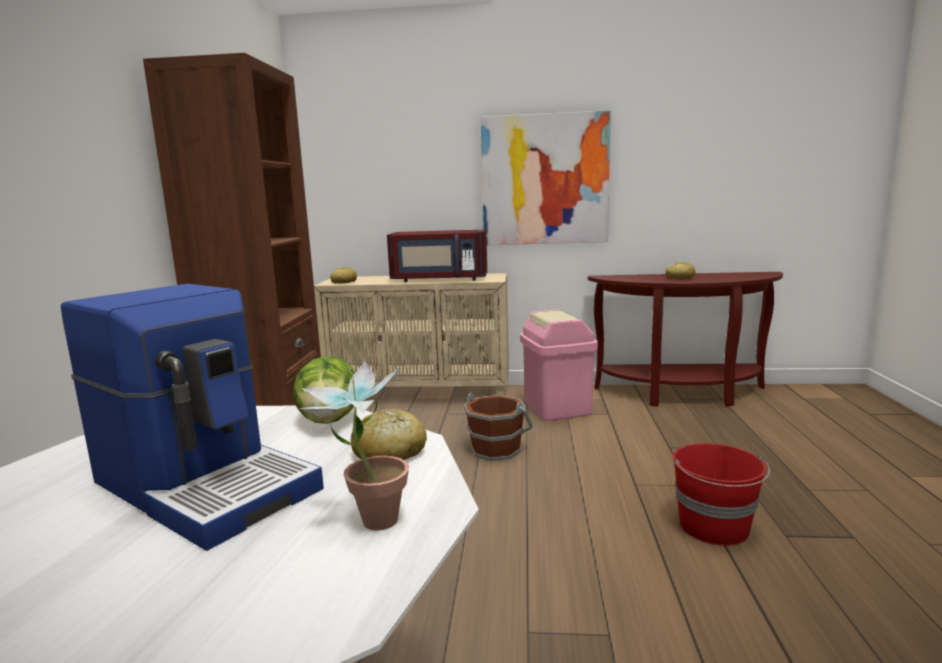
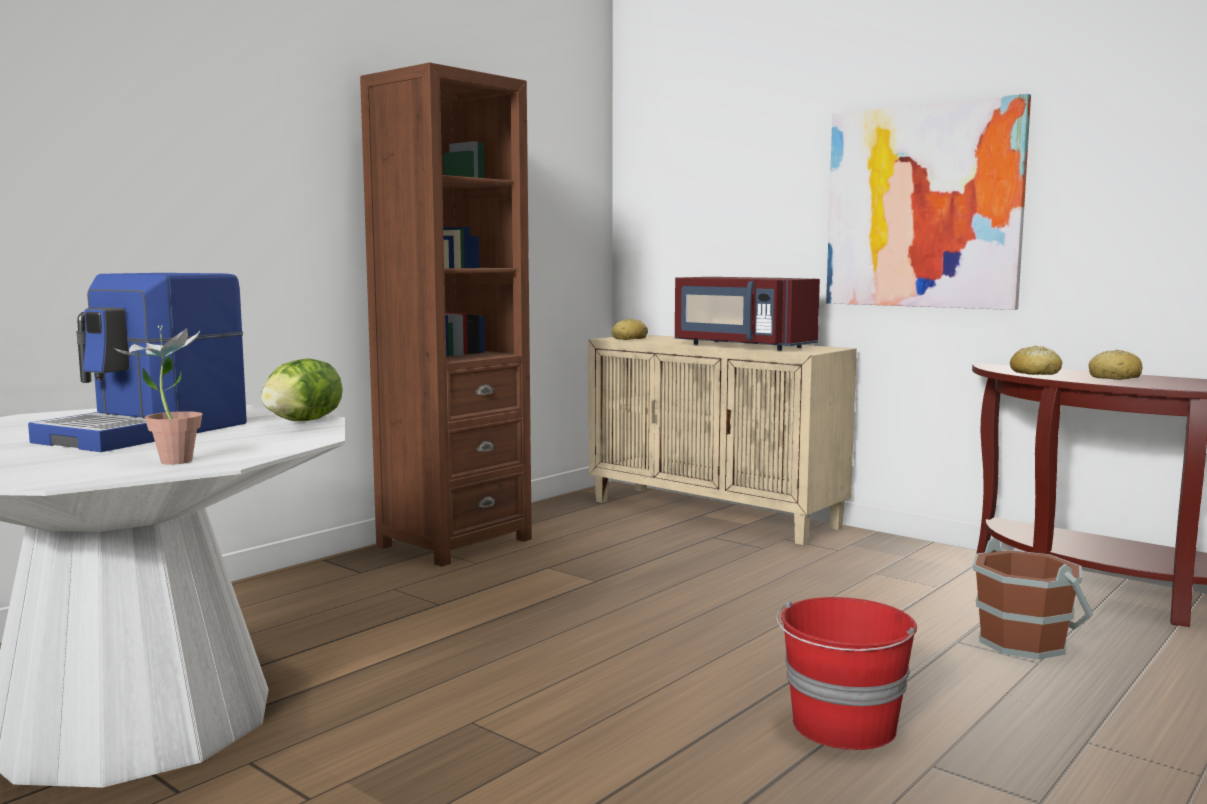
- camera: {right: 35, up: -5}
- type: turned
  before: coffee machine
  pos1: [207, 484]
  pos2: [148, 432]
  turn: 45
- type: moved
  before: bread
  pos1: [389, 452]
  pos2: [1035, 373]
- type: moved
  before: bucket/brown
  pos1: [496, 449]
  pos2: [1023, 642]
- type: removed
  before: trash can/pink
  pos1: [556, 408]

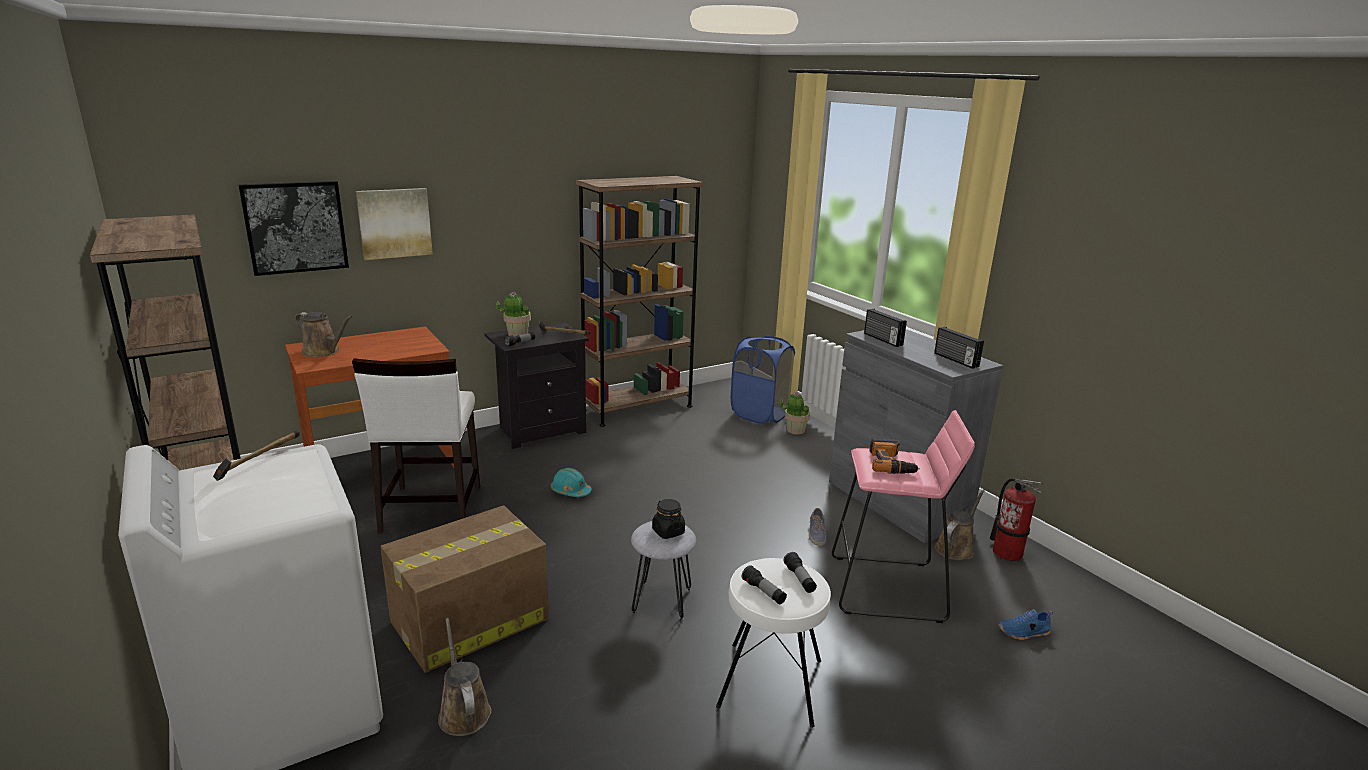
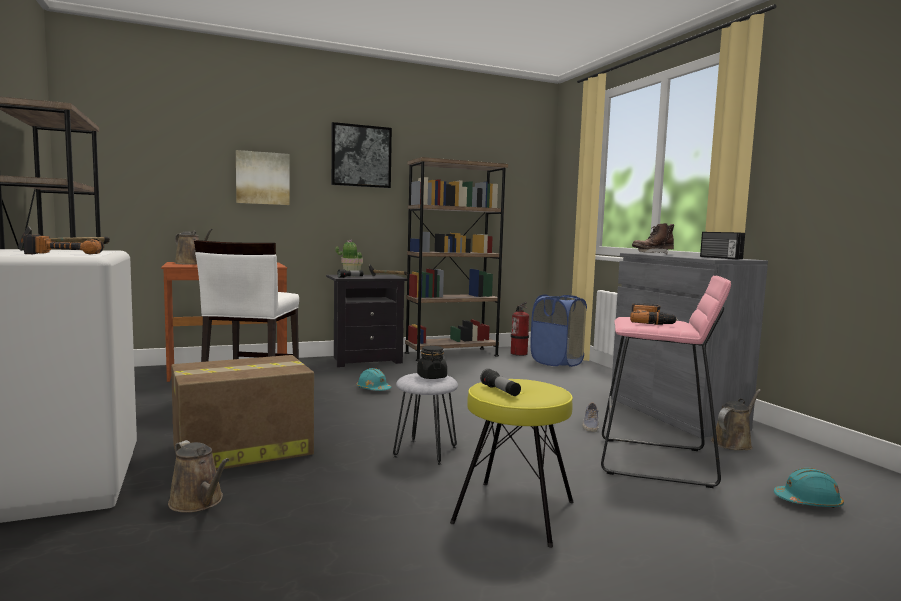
- camera: {right: 10, up: -15}
- type: moved
  before: picture
  pos1: [295, 227]
  pos2: [361, 156]
- type: turned
  before: watering can/brown
  pos1: [463, 711]
  pos2: [198, 502]
  turn: 150
- type: recoloured
  before: stool/white
  after: stool/yellow
  pos1: [771, 683]
  pos2: [515, 512]
- type: removed
  before: potted plant
  pos1: [795, 430]
- type: removed
  before: flashlight
  pos1: [799, 579]
- type: replaced
  before: radio
  after: boot/brown
  pos1: [882, 339]
  pos2: [652, 254]
- type: moved
  before: fire extinguisher
  pos1: [1007, 553]
  pos2: [519, 353]
- type: replaced
  before: shoe/blue
  after: hard hat/turquoise
  pos1: [1024, 633]
  pos2: [808, 502]
- type: added
  after: power drill
  pos2: [67, 253]

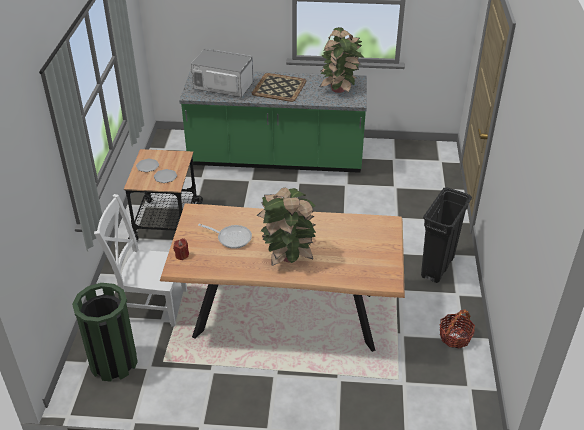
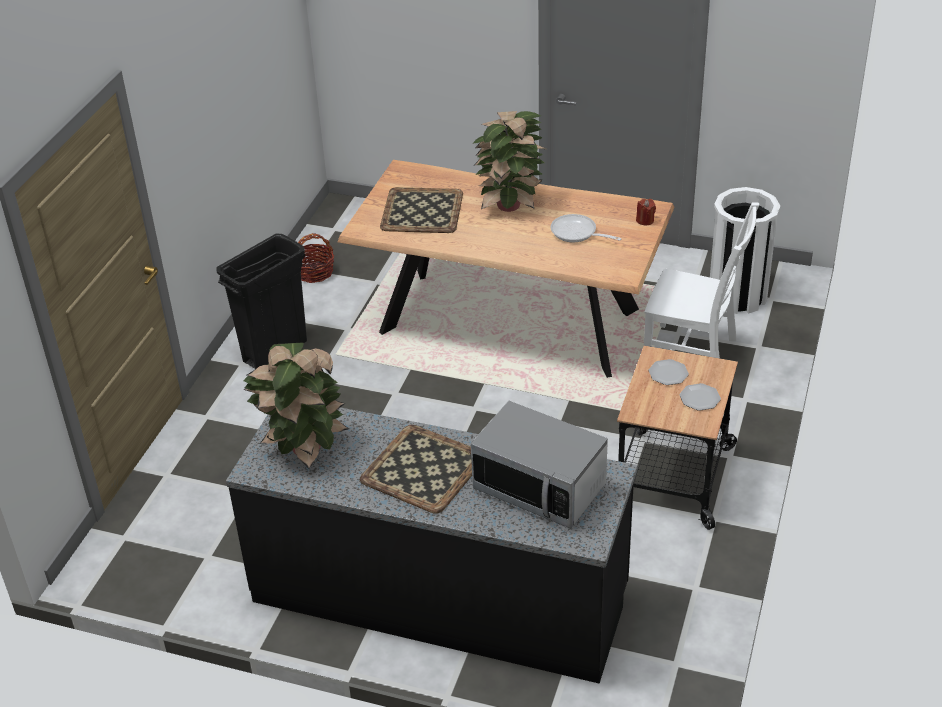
- camera: {right: -165, up: 0}
- type: recoloured
  before: trash can/green
  after: trash can/white
  pos1: [113, 362]
  pos2: [737, 296]
- type: recoloured
  before: counter/green
  after: counter/black
  pos1: [276, 158]
  pos2: [440, 595]
- type: added
  after: tray
  pos2: [421, 211]

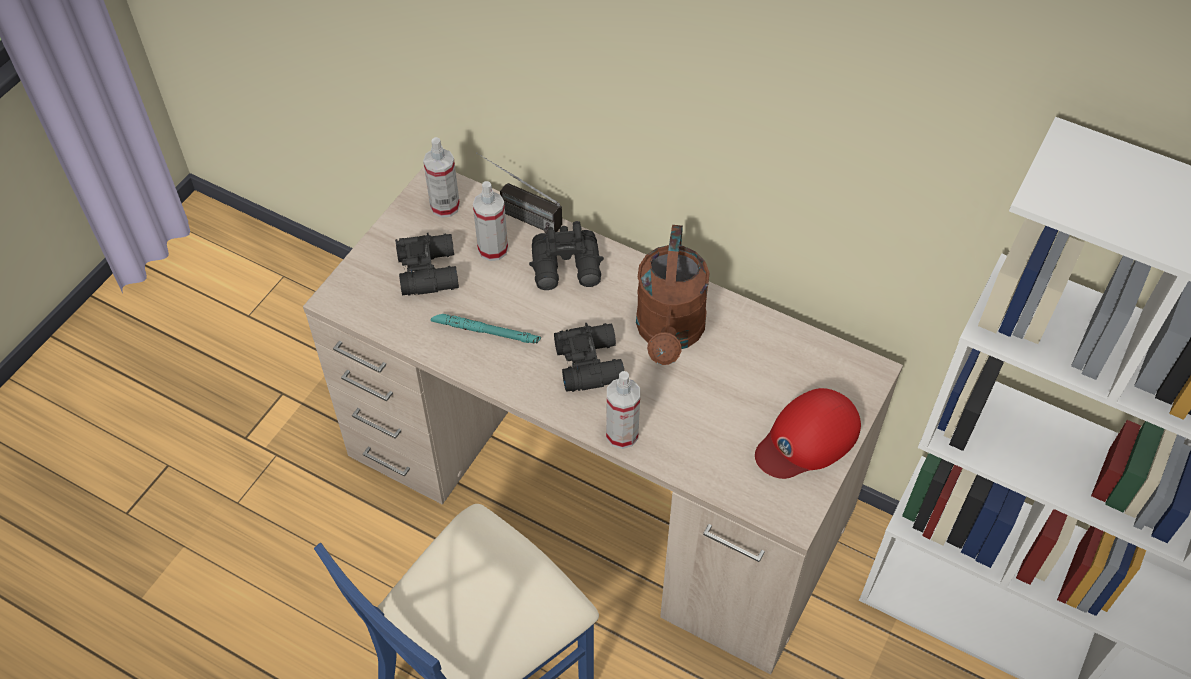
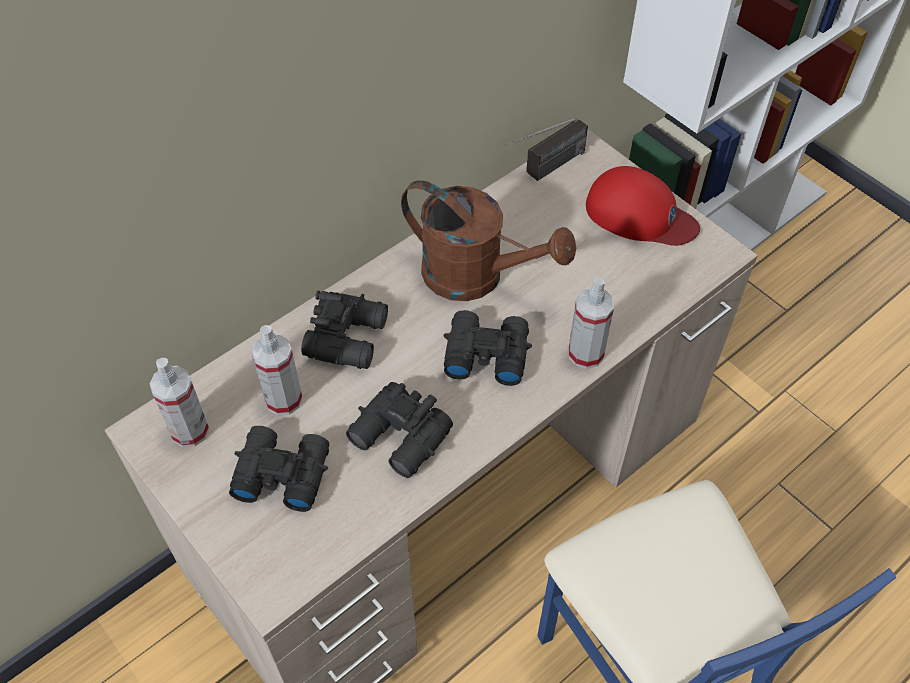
- camera: {right: -70, up: 0}
- type: replaced
  before: flashlight/turquoise
  after: binoculars/black
  pos1: [486, 332]
  pos2: [400, 439]
- type: moved
  before: radio
  pos1: [516, 213]
  pos2: [544, 171]
- type: turned
  before: cap/red
  pos1: [807, 438]
  pos2: [640, 214]
  turn: -45

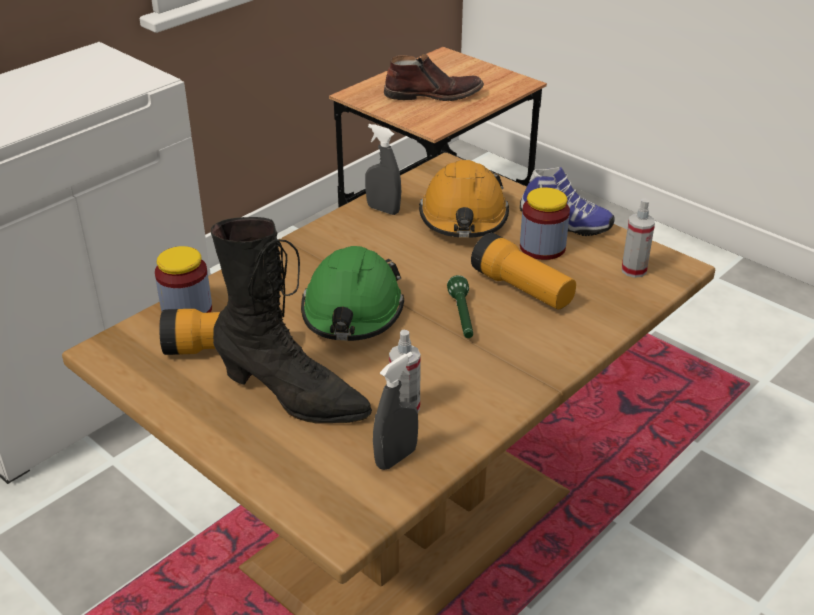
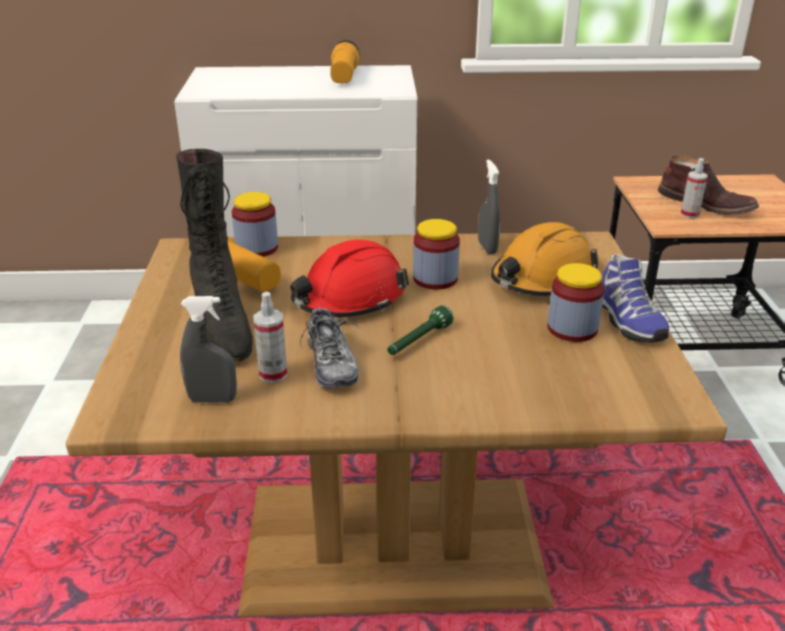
- camera: {right: 45, up: -5}
- type: recoloured
  before: hard hat/green
  after: hard hat/red
  pos1: [352, 312]
  pos2: [349, 299]
- type: moved
  before: flashlight
  pos1: [522, 289]
  pos2: [344, 77]
- type: moved
  before: spray bottle
  pos1: [634, 270]
  pos2: [689, 214]
- type: added
  after: shoe
  pos2: [331, 364]
- type: added
  after: jar
  pos2: [435, 279]

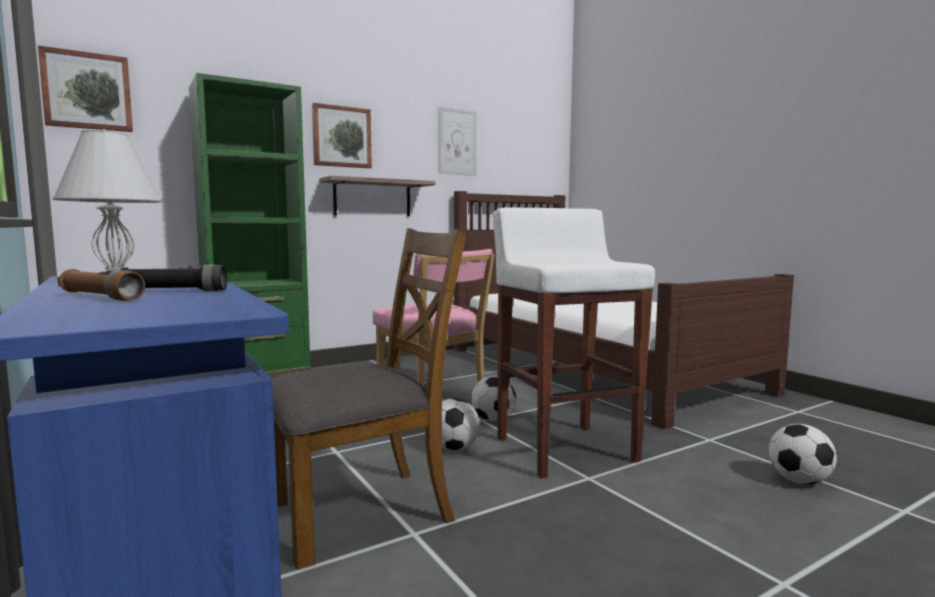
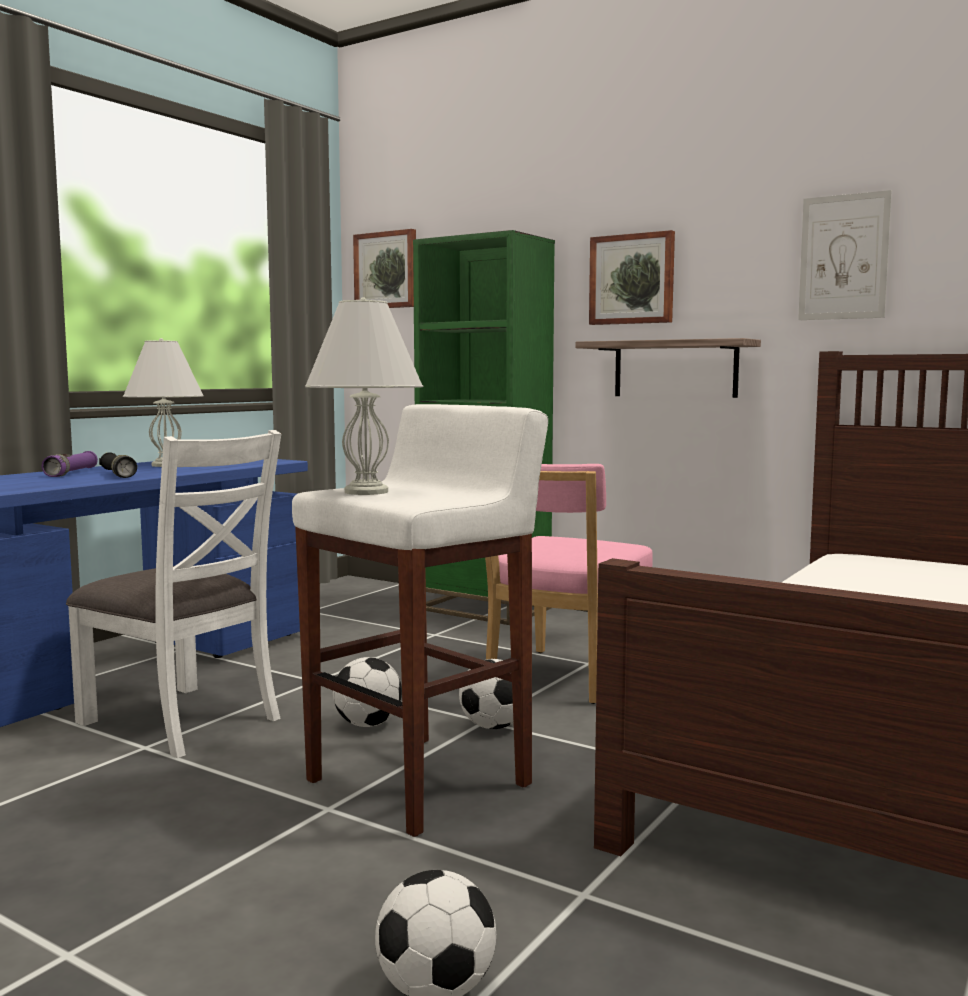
- camera: {right: 65, up: 0}
- type: recoloured
  before: flashlight/brown
  after: flashlight/purple
  pos1: [101, 297]
  pos2: [71, 473]
- type: recoloured
  before: chair/brown
  after: chair/white
  pos1: [362, 511]
  pos2: [182, 720]
- type: added
  after: table lamp/white
  pos2: [365, 492]

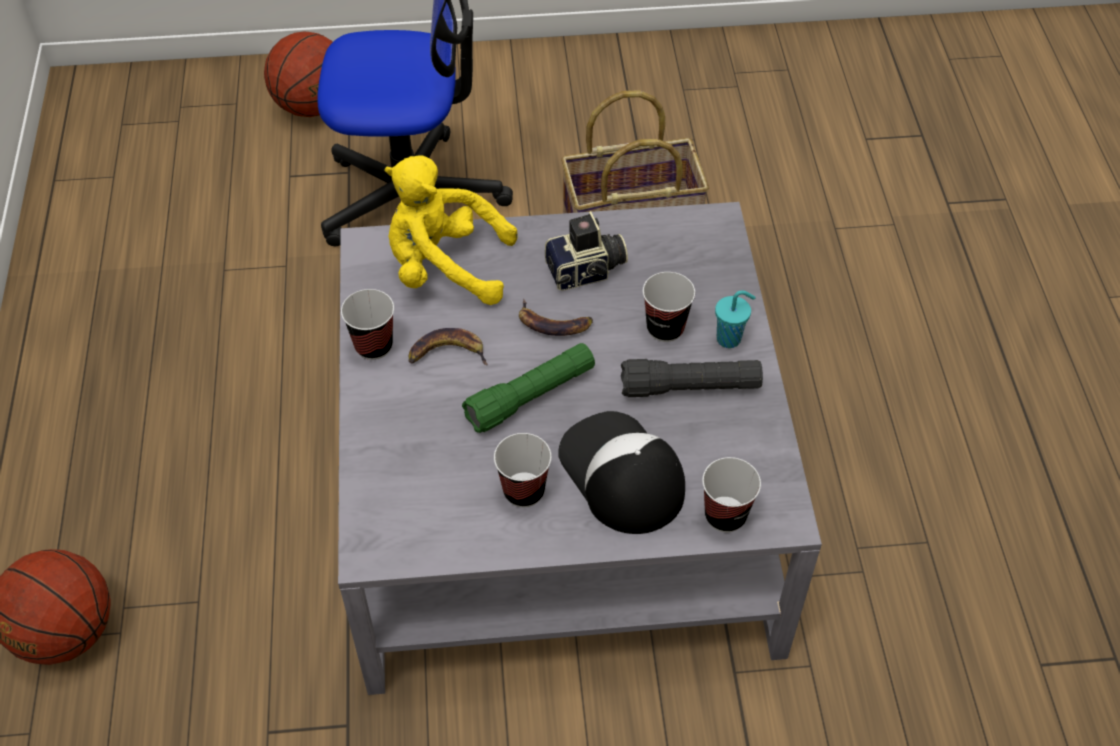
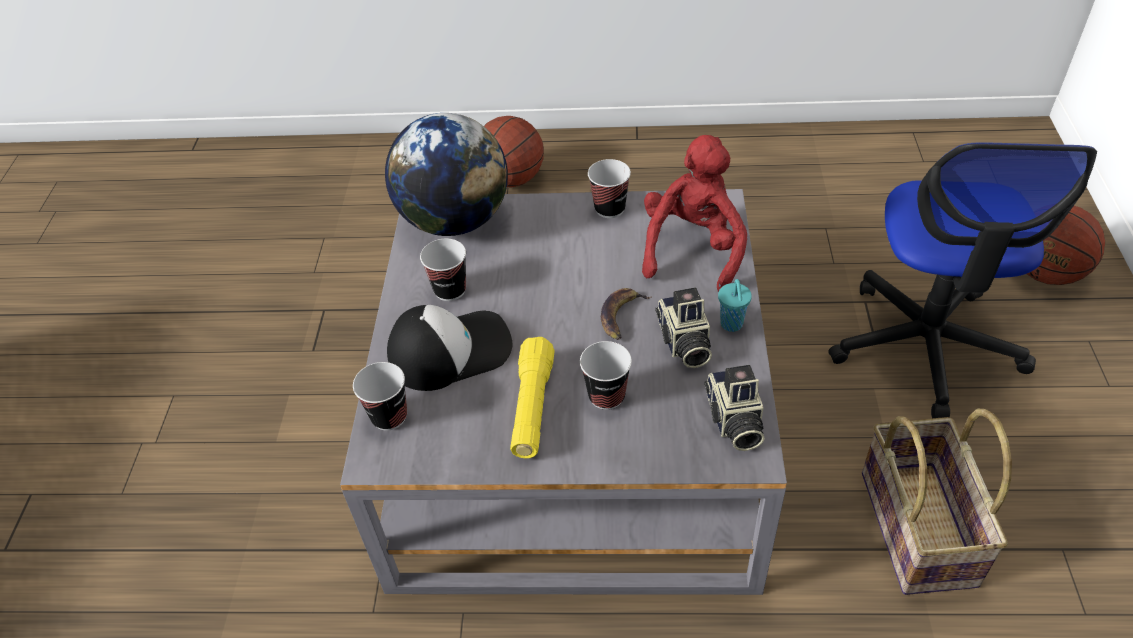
- camera: {right: 100, up: -5}
- type: recoloured
  before: plush toy/yellow
  after: plush toy/red
  pos1: [445, 267]
  pos2: [693, 249]
- type: removed
  before: banana
  pos1: [447, 353]
- type: removed
  before: flashlight/green
  pos1: [530, 397]
- type: recoloured
  before: flashlight/black
  after: flashlight/yellow
  pos1: [690, 387]
  pos2: [532, 407]
- type: moved
  before: cup/turquoise
  pos1: [730, 339]
  pos2: [732, 325]
- type: added
  after: globe
  pos2: [455, 220]
- type: added
  after: photo camera
  pos2: [733, 421]

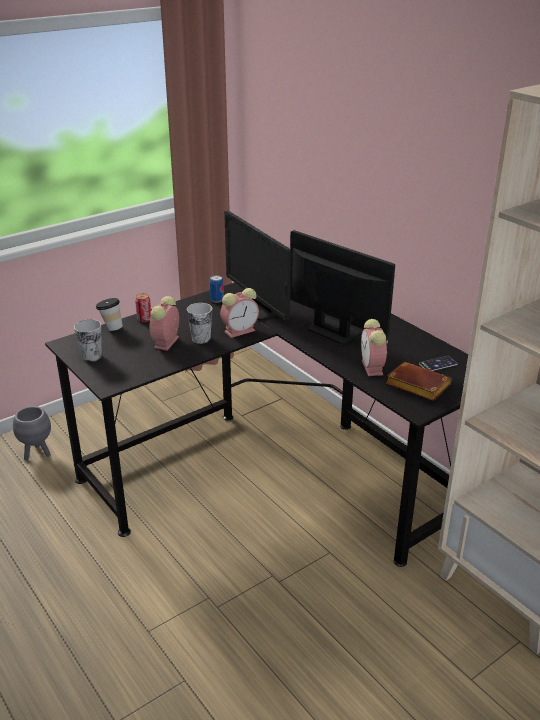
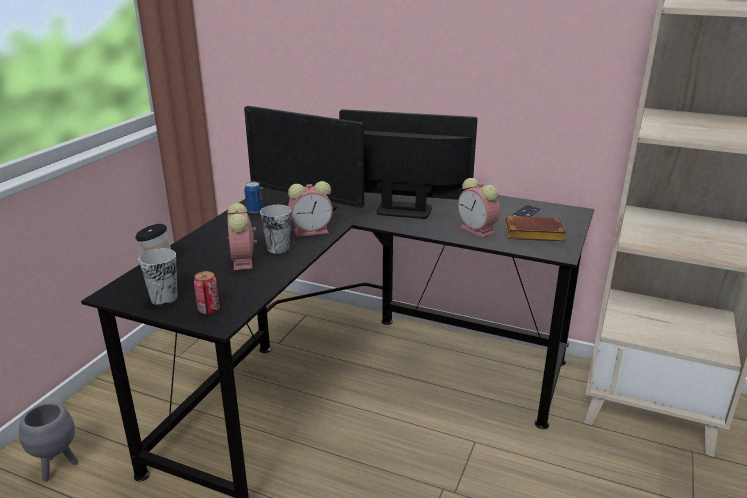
- camera: {right: -30, up: -5}
- type: moved
  before: can
  pos1: [144, 319]
  pos2: [209, 309]
- type: turned
  before: alarm clock
  pos1: [240, 330]
  pos2: [312, 231]
  turn: 45

